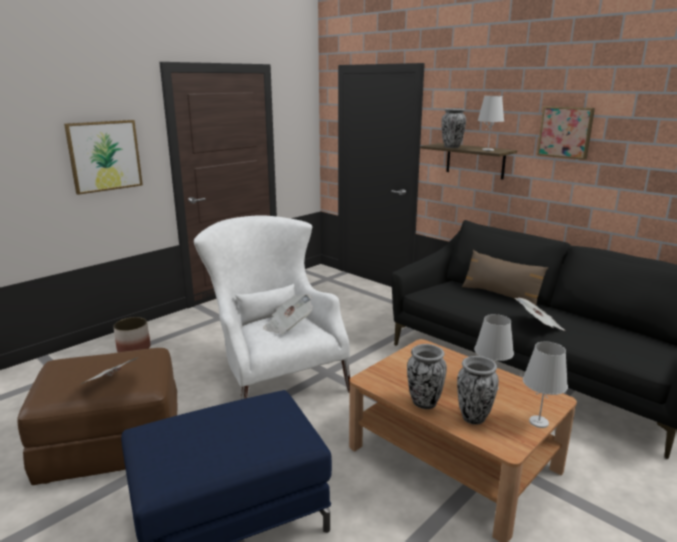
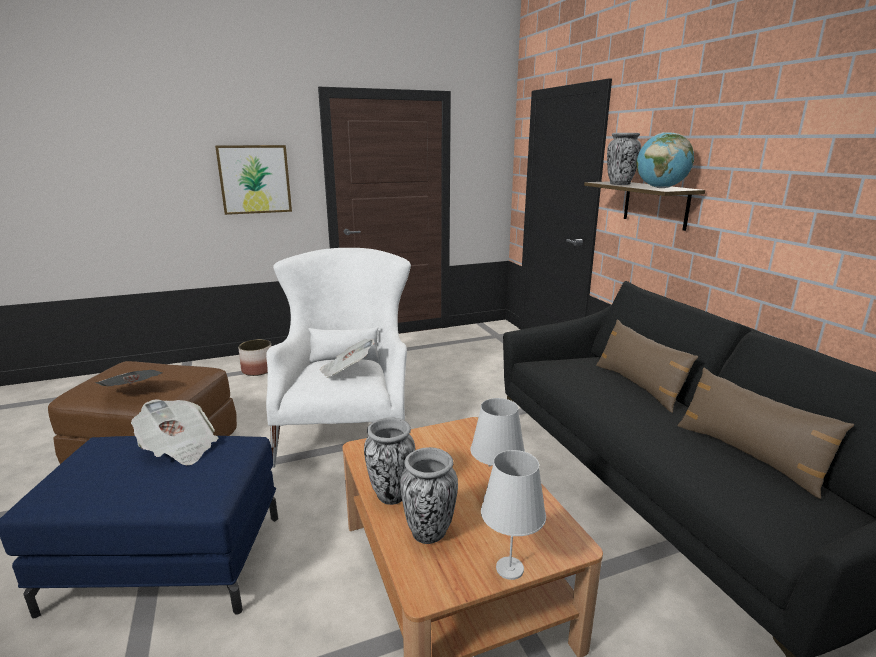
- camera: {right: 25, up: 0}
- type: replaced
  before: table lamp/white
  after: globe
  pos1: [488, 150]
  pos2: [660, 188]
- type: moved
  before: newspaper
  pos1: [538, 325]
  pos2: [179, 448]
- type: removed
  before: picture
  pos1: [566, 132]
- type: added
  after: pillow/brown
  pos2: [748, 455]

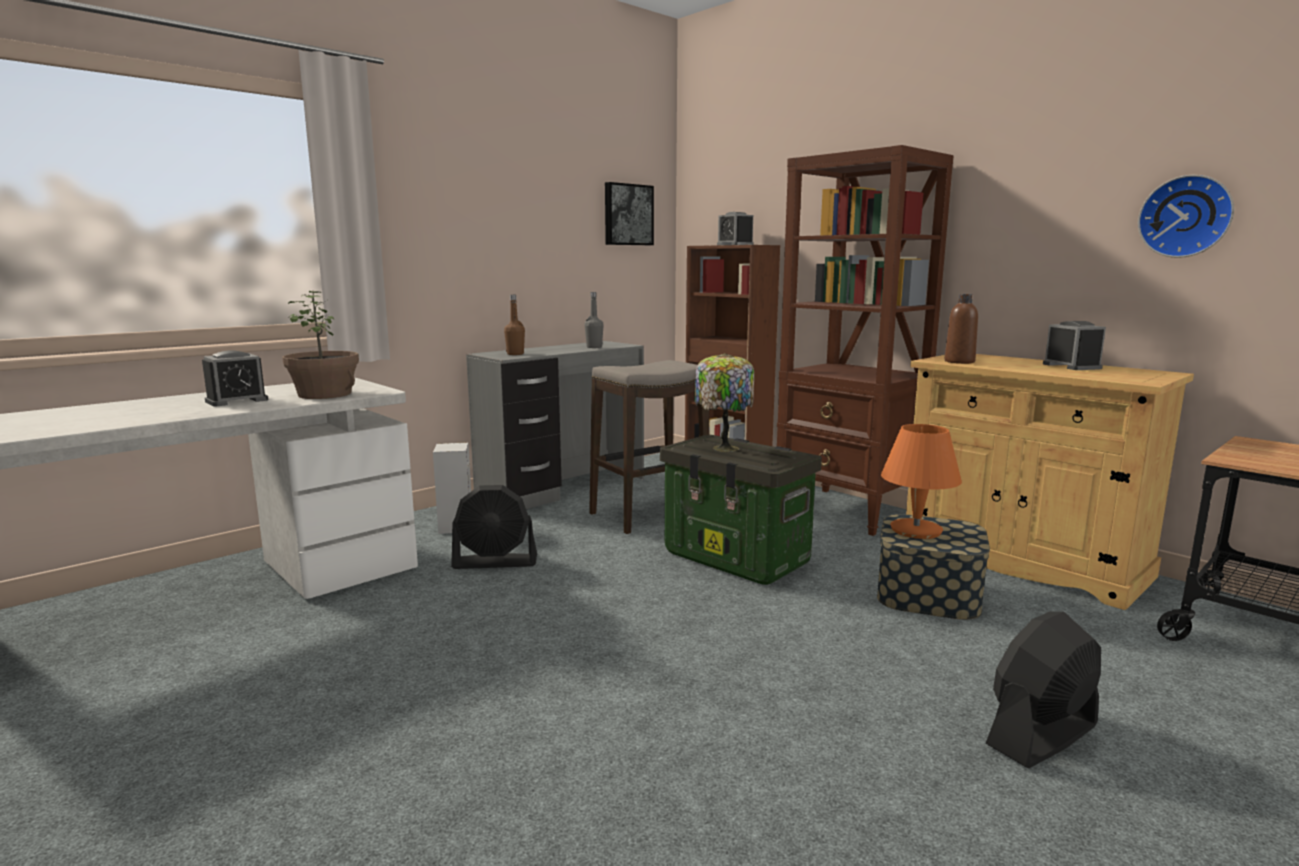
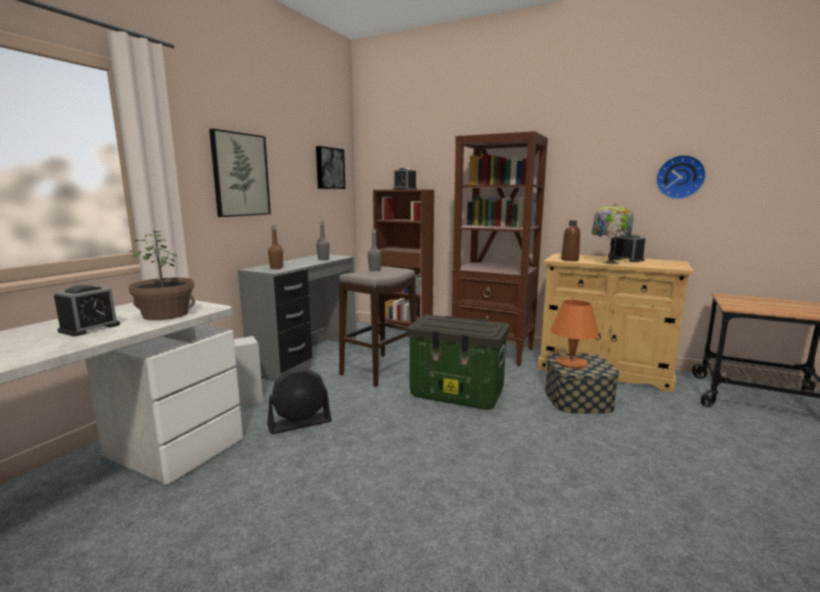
- camera: {right: -20, up: 0}
- type: moved
  before: table lamp
  pos1: [723, 448]
  pos2: [608, 262]
- type: removed
  before: fan/black
  pos1: [1041, 735]
- type: added
  after: picture
  pos2: [240, 175]
- type: added
  after: bottle/grey
  pos2: [374, 270]

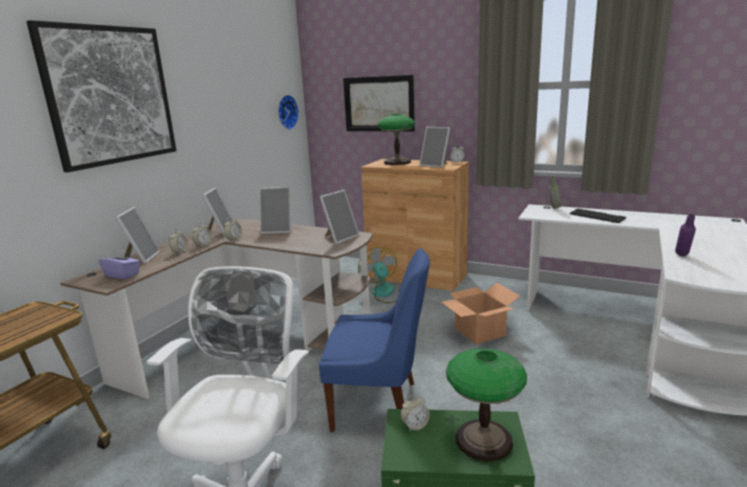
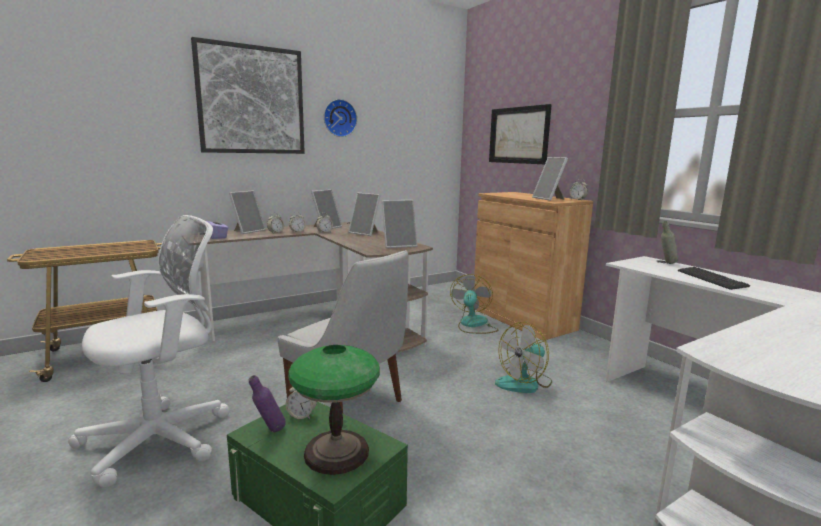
- camera: {right: 30, up: -5}
- type: moved
  before: wall clock
  pos1: [286, 112]
  pos2: [339, 118]
- type: recoloured
  before: chair/blue
  after: chair/white
  pos1: [379, 406]
  pos2: [349, 406]
- type: removed
  before: table lamp
  pos1: [397, 162]
- type: replaced
  before: cardboard box
  after: fan
  pos1: [480, 332]
  pos2: [524, 383]
- type: moved
  before: bottle/purple
  pos1: [682, 256]
  pos2: [269, 432]

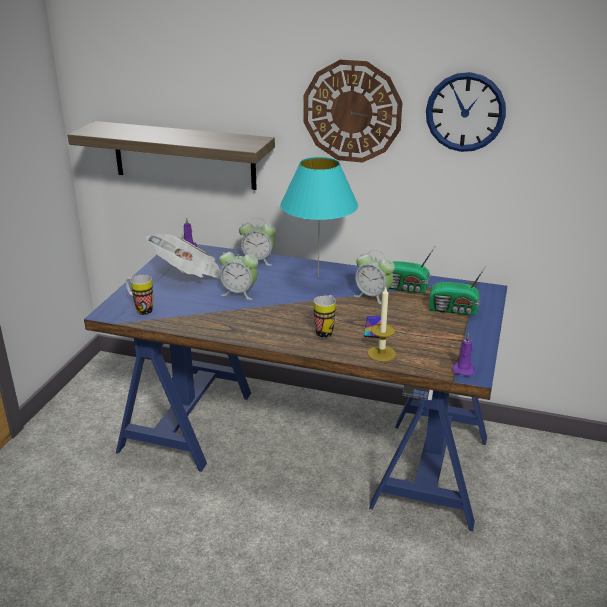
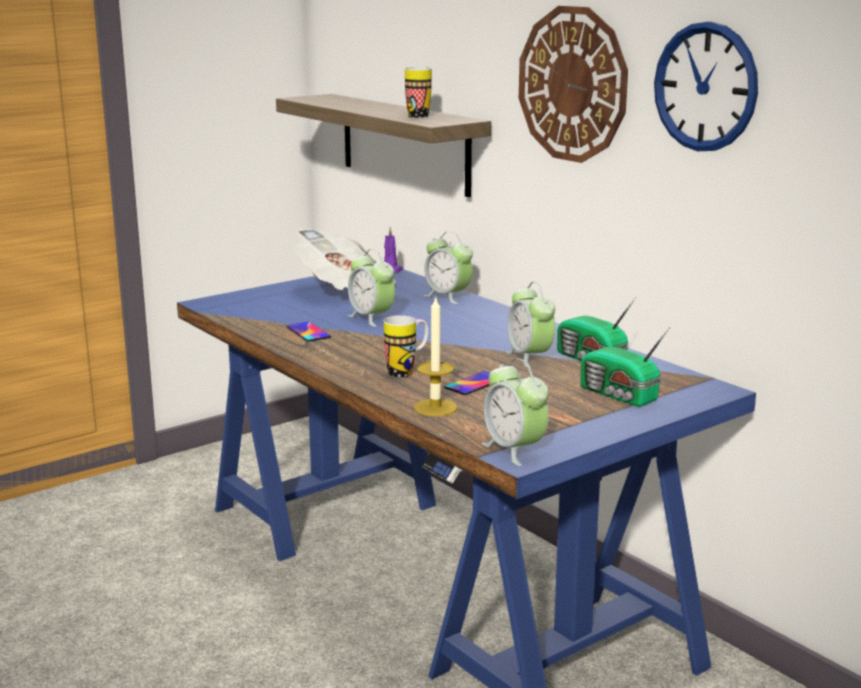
- camera: {right: 35, up: -10}
- type: moved
  before: mug
  pos1: [140, 309]
  pos2: [415, 115]
- type: removed
  before: table lamp/turquoise
  pos1: [318, 277]
- type: replaced
  before: candle/purple
  after: alarm clock
  pos1: [463, 369]
  pos2: [514, 450]
- type: added
  after: phone
  pos2: [308, 332]

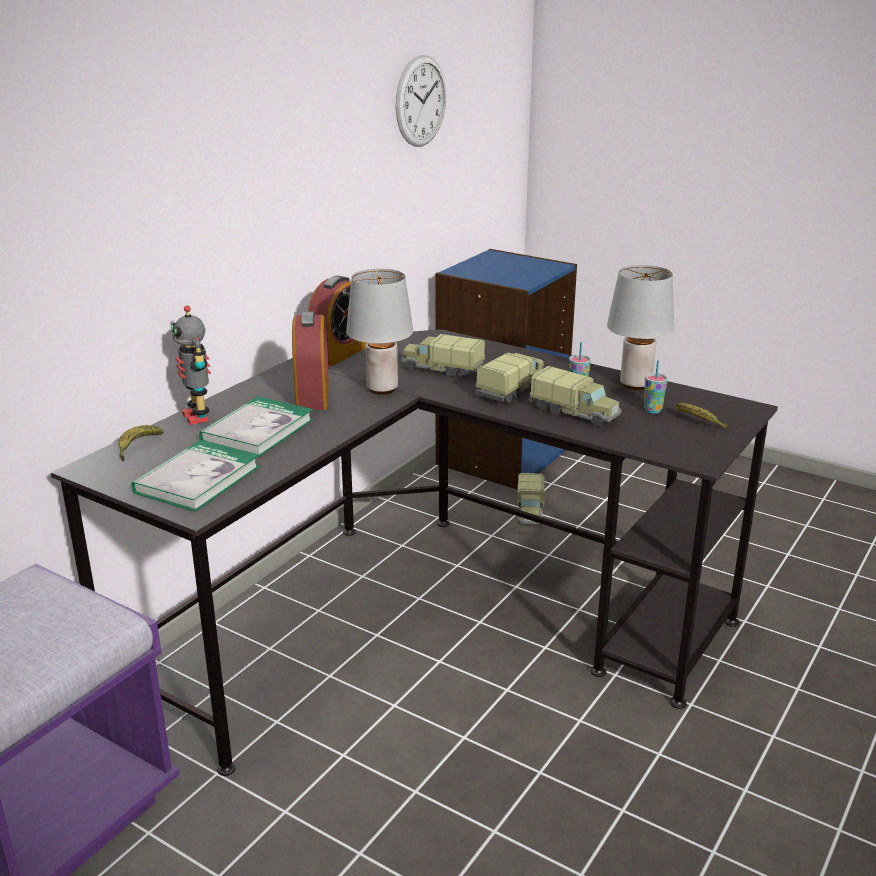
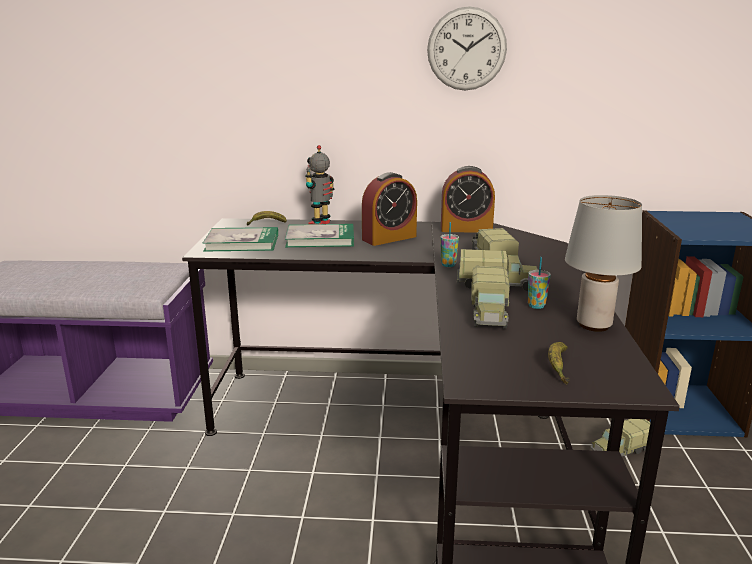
- camera: {right: 60, up: -5}
- type: removed
  before: table lamp/grey
  pos1: [382, 389]
- type: moved
  before: wall clock
  pos1: [421, 101]
  pos2: [466, 49]
- type: moved
  before: cup
  pos1: [652, 410]
  pos2: [448, 265]

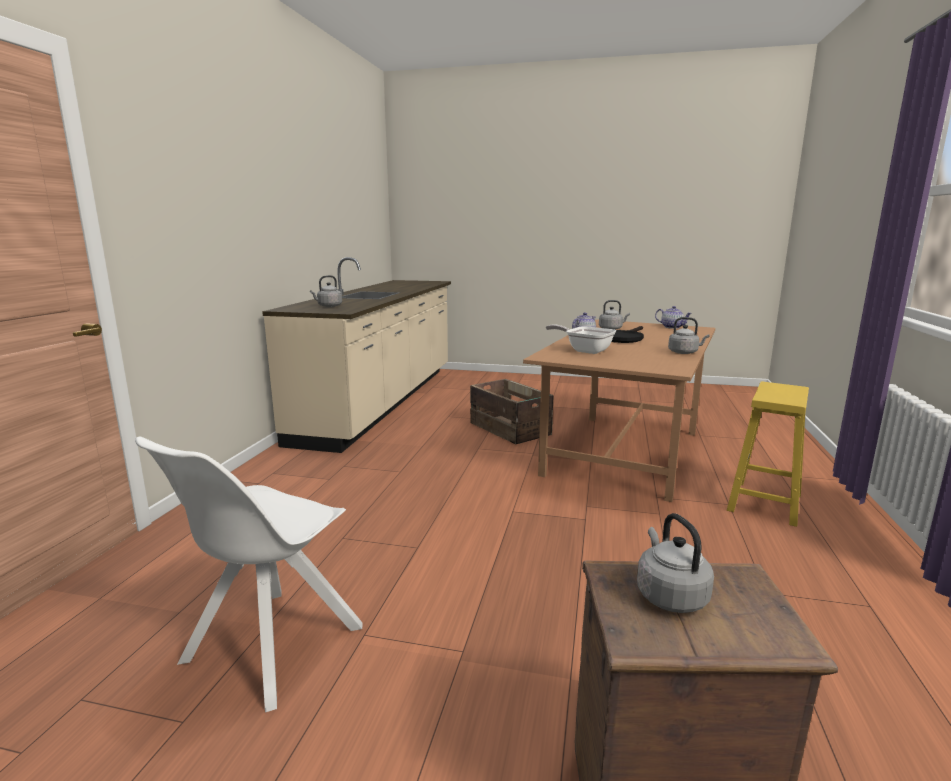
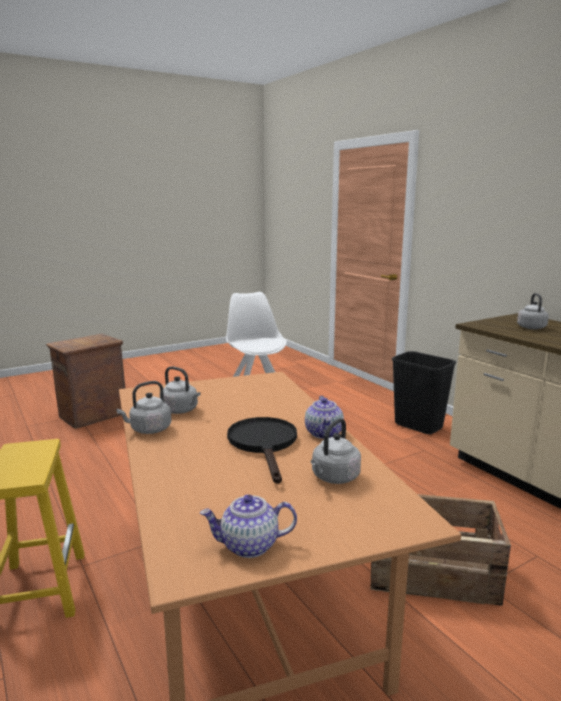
- camera: {right: 135, up: 0}
- type: removed
  before: frying pan
  pos1: [585, 350]
- type: moved
  before: kettle/grey
  pos1: [669, 595]
  pos2: [181, 410]
- type: added
  after: trash can/black
  pos2: [419, 426]

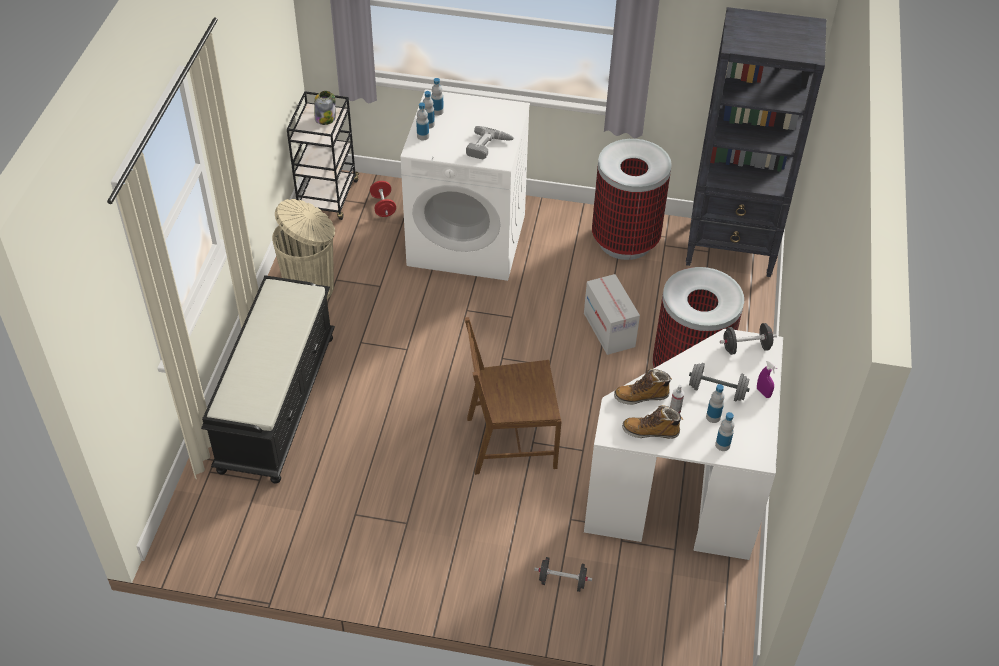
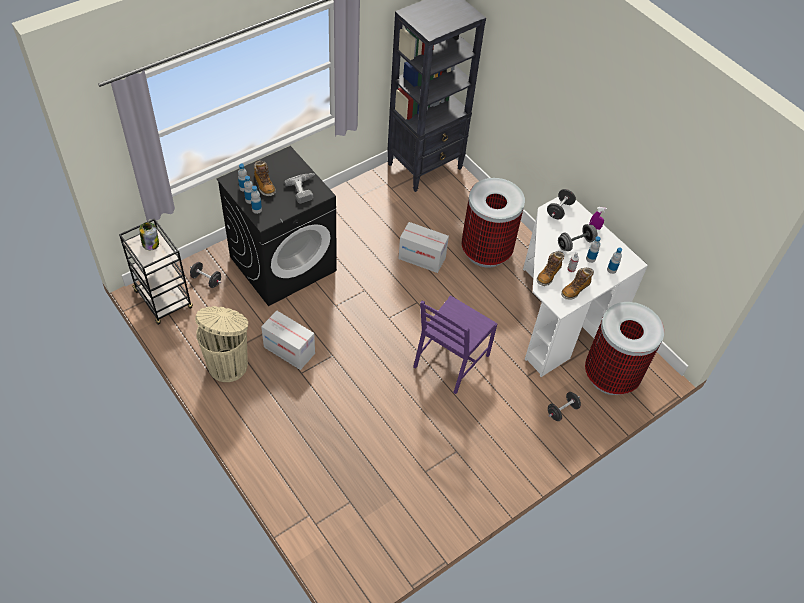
- camera: {right: -50, up: 5}
- type: removed
  before: bench/black
  pos1: [276, 401]
- type: recoloured
  before: dumbbell/red
  after: dumbbell/black
  pos1: [383, 206]
  pos2: [206, 280]
- type: recoloured
  before: washing machine/white
  after: washing machine/black
  pos1: [468, 240]
  pos2: [283, 263]
- type: recoloured
  before: chair/brown
  after: chair/purple
  pos1: [510, 442]
  pos2: [450, 361]
- type: moved
  before: trash can
  pos1: [625, 240]
  pos2: [610, 375]
- type: added
  after: boot
  pos2: [264, 185]
- type: added
  after: cardboard box
  pos2: [289, 350]

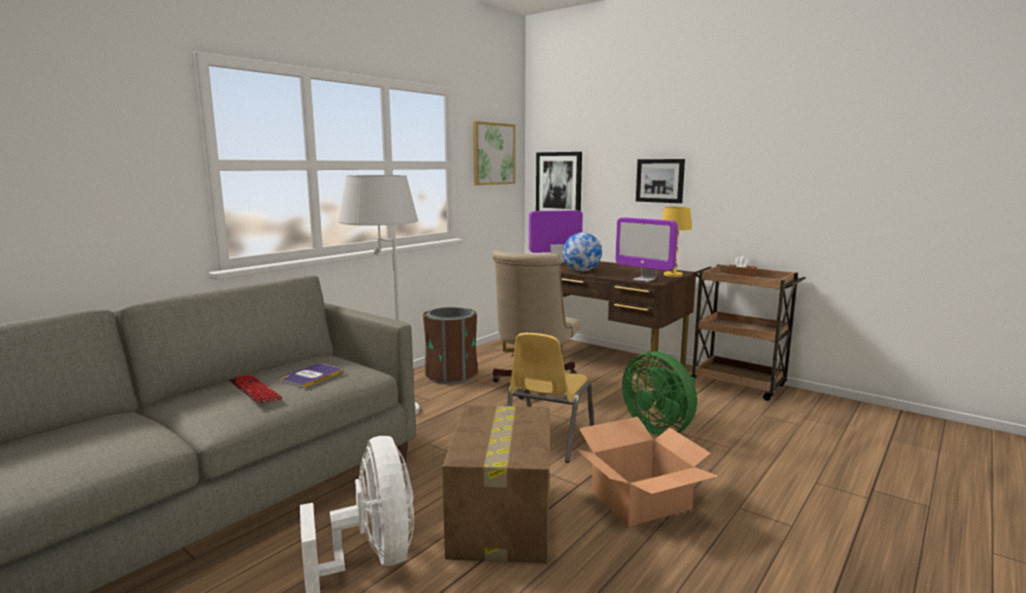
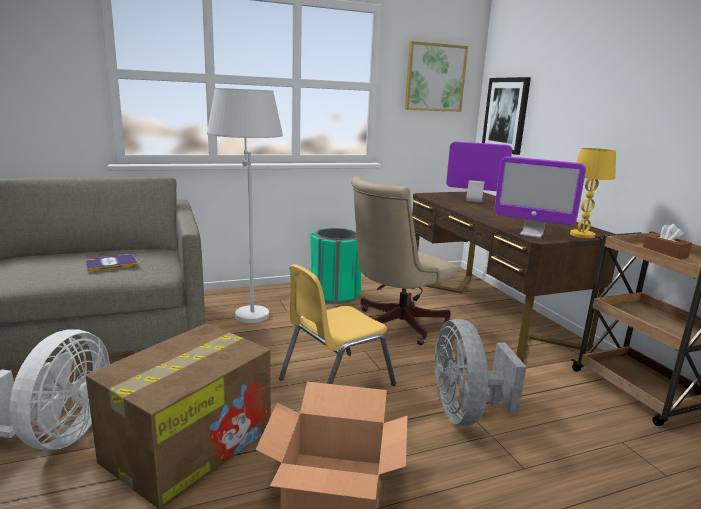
- camera: {right: 30, up: 5}
- type: removed
  before: keyboard
  pos1: [254, 391]
- type: recoloured
  before: trash can/brown
  after: trash can/green
  pos1: [451, 375]
  pos2: [334, 295]
- type: removed
  before: globe
  pos1: [581, 271]
- type: turned
  before: monitor
  pos1: [644, 279]
  pos2: [531, 234]
  turn: -45
- type: recoloured
  before: fan/green
  after: fan/grey
  pos1: [660, 428]
  pos2: [465, 412]
- type: removed
  before: picture
  pos1: [660, 180]

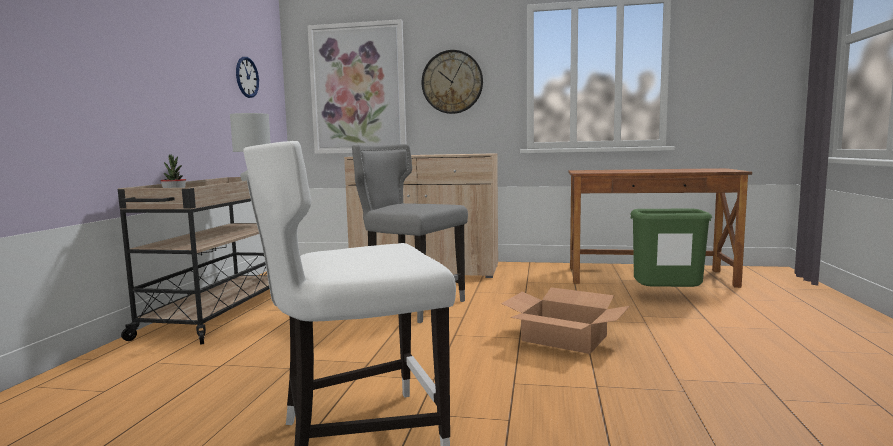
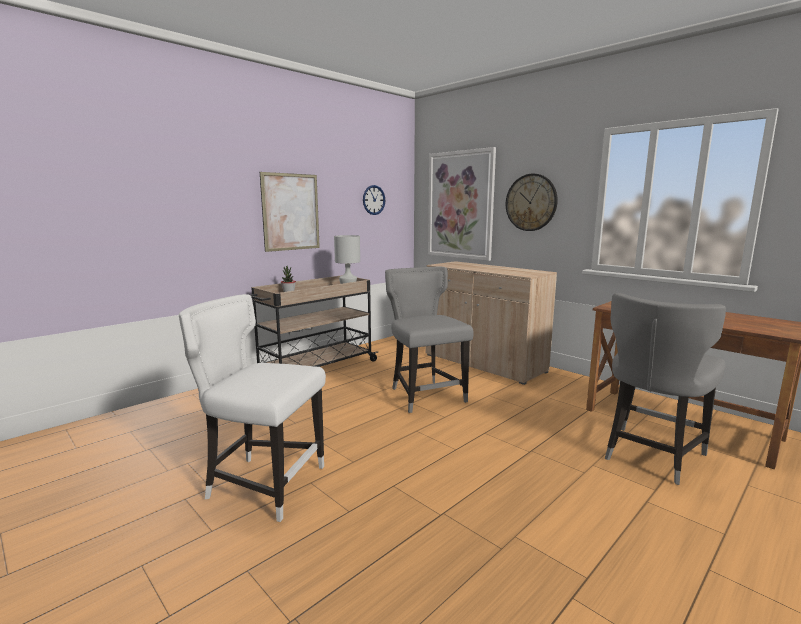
- camera: {right: 35, up: 5}
- type: removed
  before: cardboard box
  pos1: [564, 338]
- type: replaced
  before: trash can/green
  after: chair/grey
  pos1: [666, 300]
  pos2: [650, 456]
- type: added
  after: picture
  pos2: [291, 212]

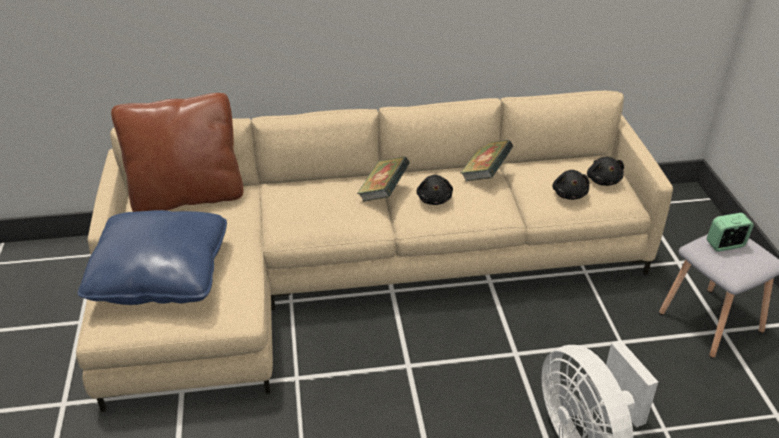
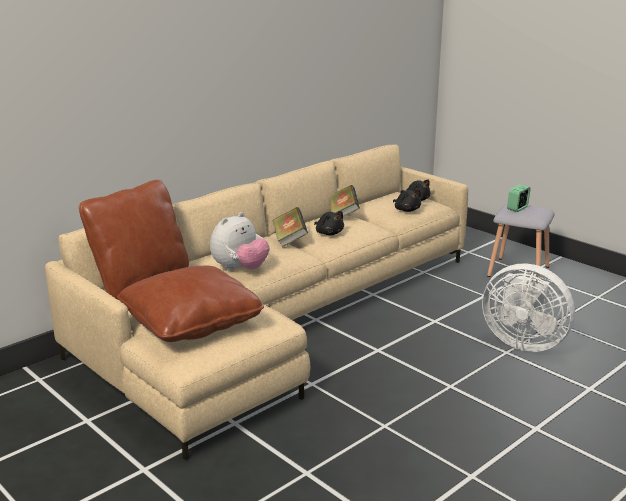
- camera: {right: -35, up: -15}
- type: recoloured
  before: pillow/blue
  after: pillow/brown
  pos1: [160, 275]
  pos2: [191, 323]
- type: added
  after: plush toy
  pos2: [240, 269]

